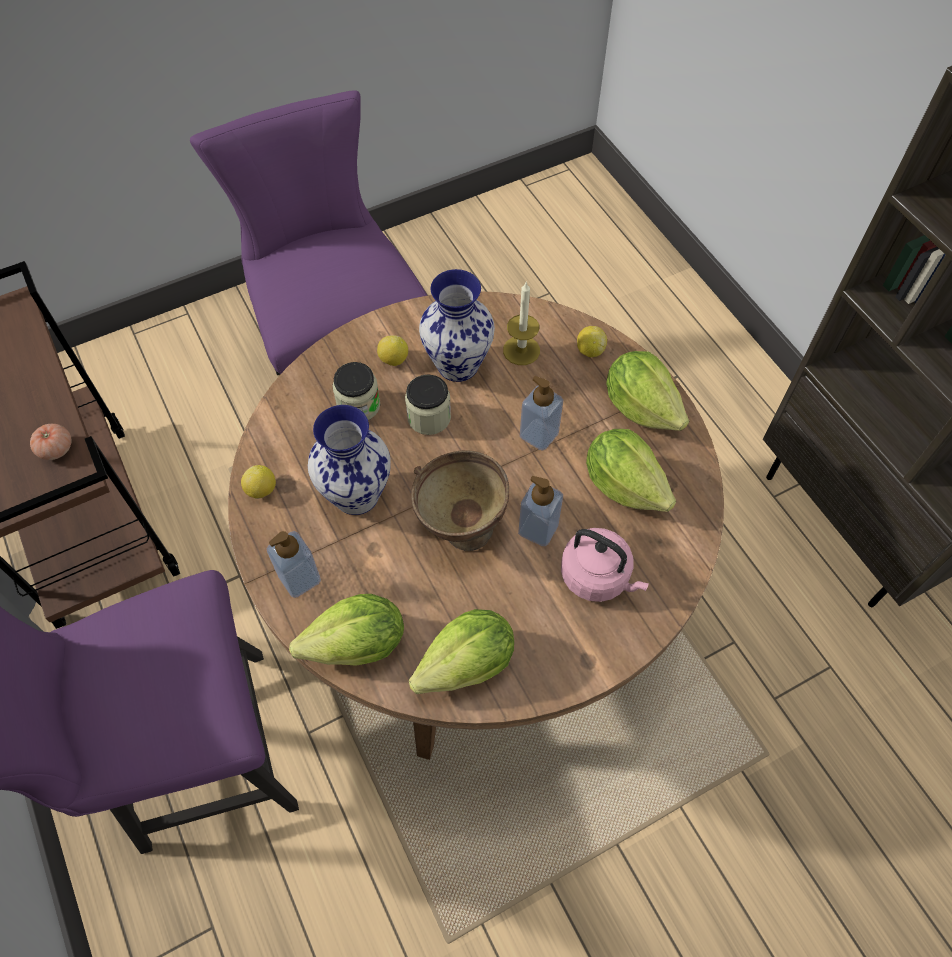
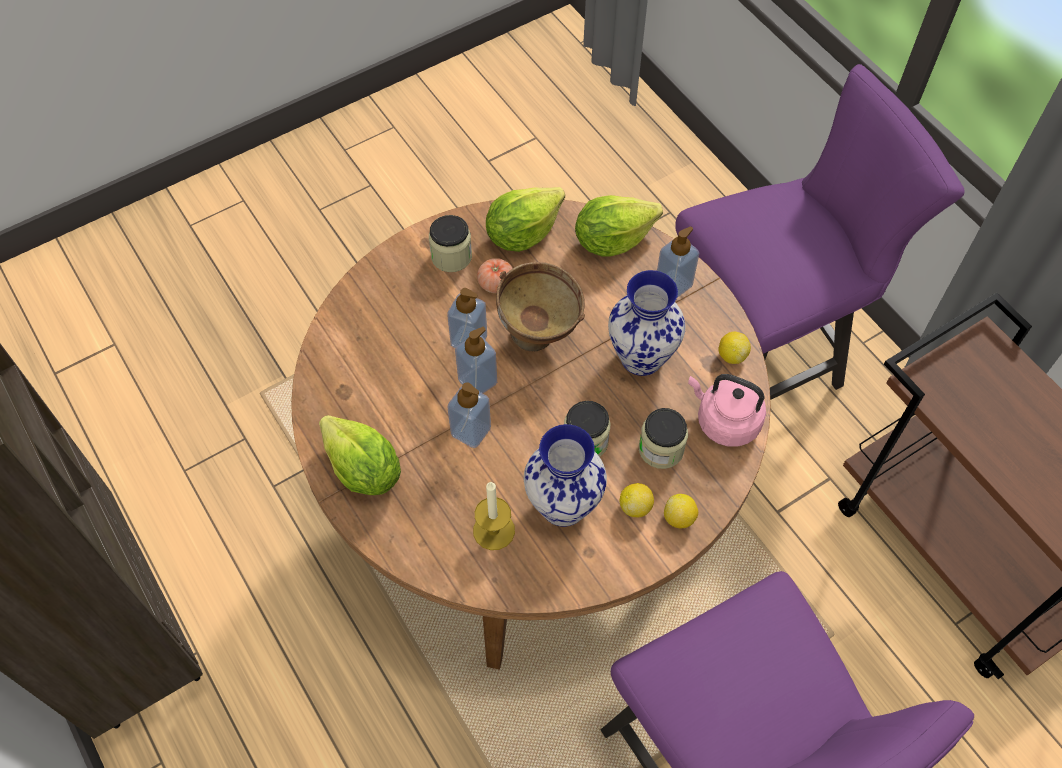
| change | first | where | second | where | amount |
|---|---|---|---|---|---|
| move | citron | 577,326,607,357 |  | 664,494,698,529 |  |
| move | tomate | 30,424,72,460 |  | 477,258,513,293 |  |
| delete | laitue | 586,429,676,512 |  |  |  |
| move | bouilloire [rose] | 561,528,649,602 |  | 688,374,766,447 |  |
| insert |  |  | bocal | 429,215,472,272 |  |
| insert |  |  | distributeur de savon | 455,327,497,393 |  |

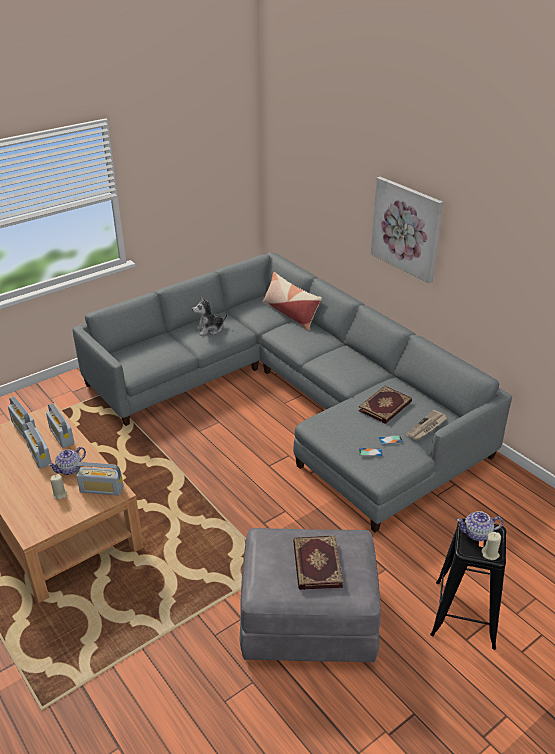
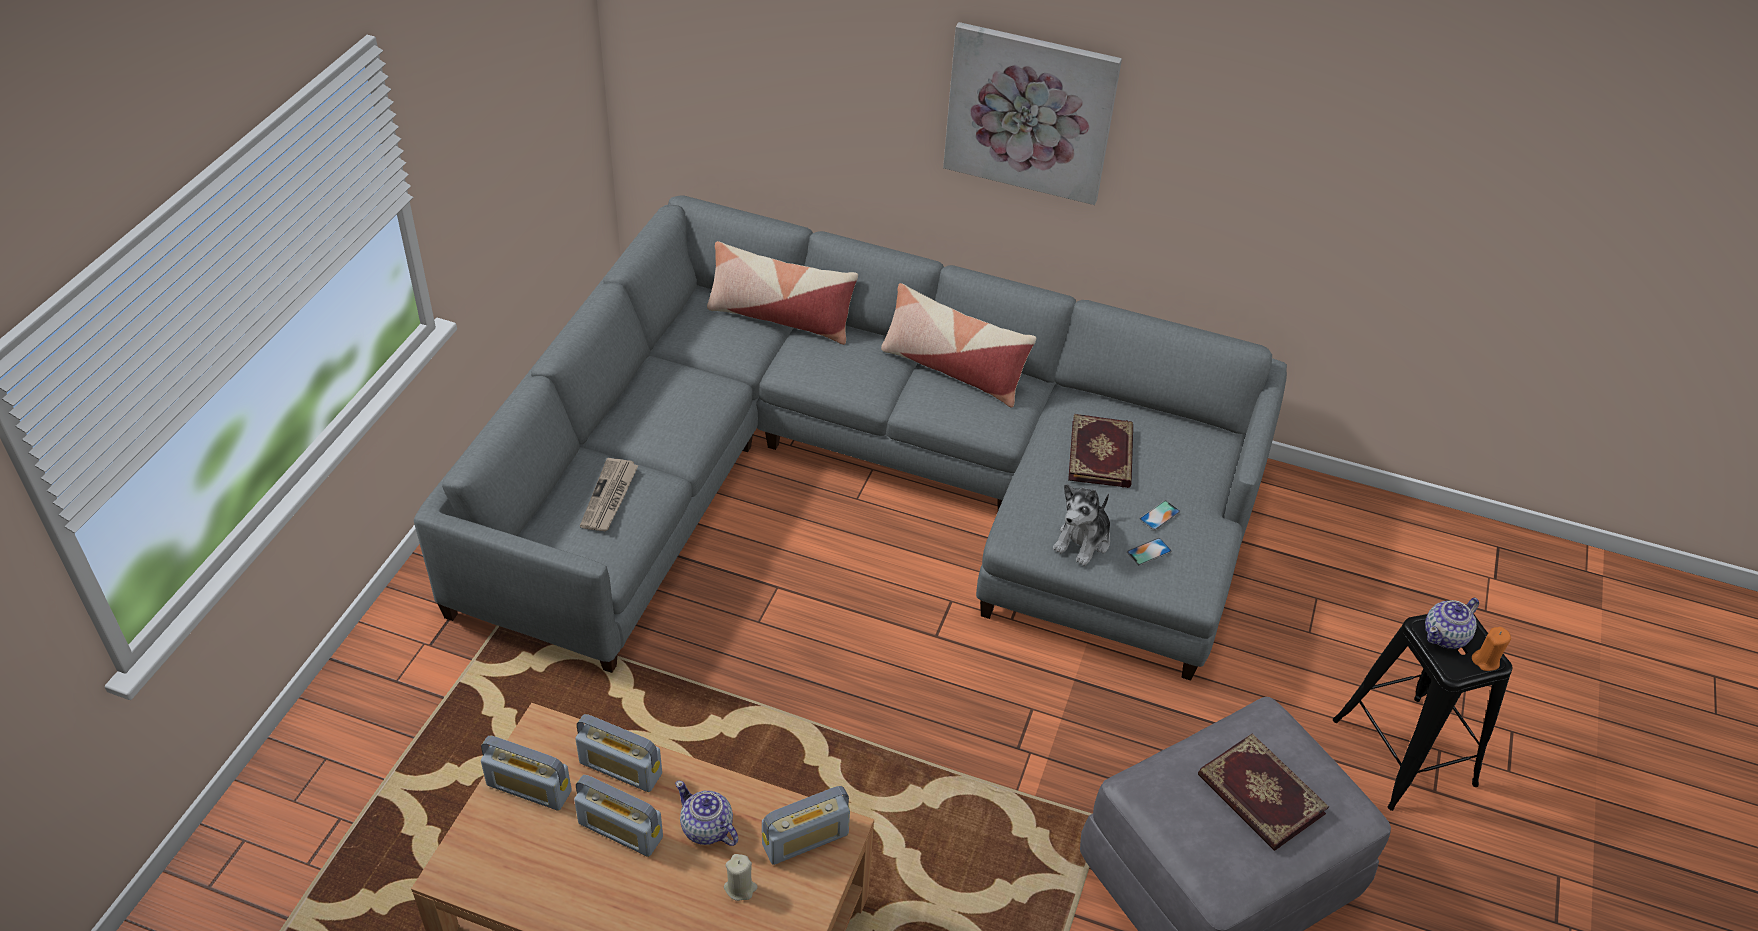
| change | first | where | second | where | amount |
|---|---|---|---|---|---|
| move | peluche | 192,297,228,336 |  | 1053,484,1110,566 |  |
| move | journal | 406,410,447,441 |  | 580,458,639,531 |  |
| rotate | théière | 48,447,86,475 |  | 675,781,738,846 | 120 degrees clockwise |
| recolor | bougie [beige] | 482,532,501,560 | bougie [orange] | 1472,627,1511,671 |  |
| insert |  |  | coussin | 881,283,1036,407 |  |

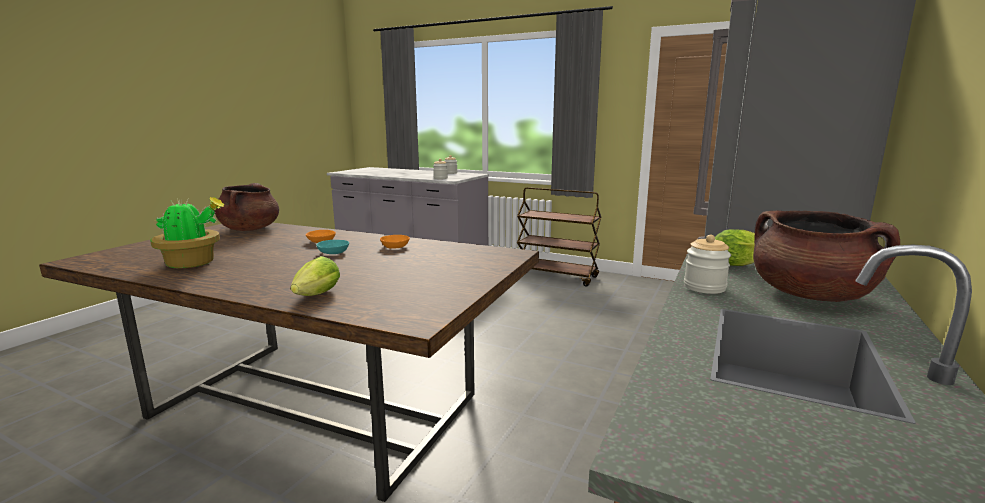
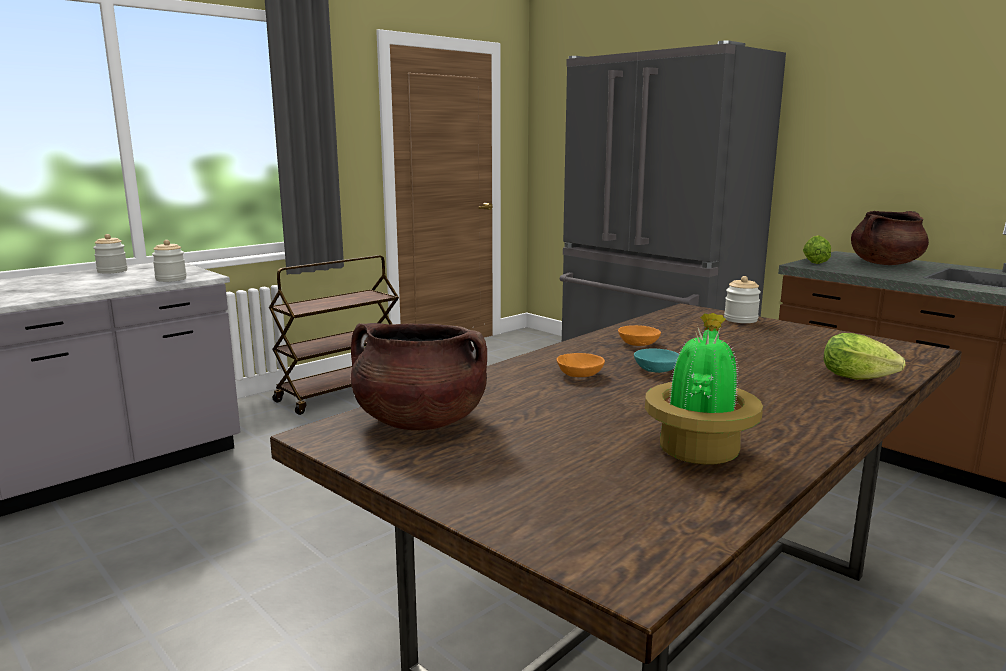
| change | first | where | second | where | amount |
|---|---|---|---|---|---|
| move | bocal | 684,235,731,294 |  | 724,276,761,323 |  |

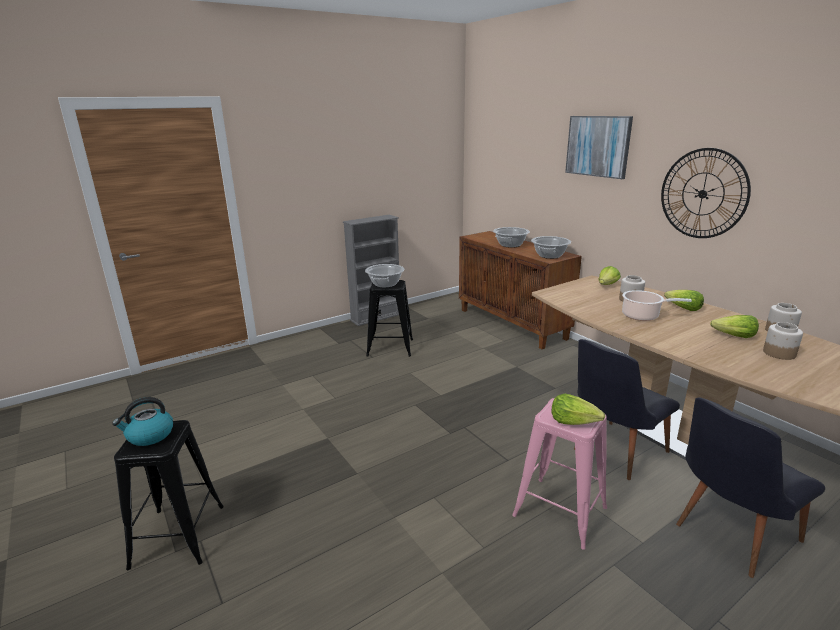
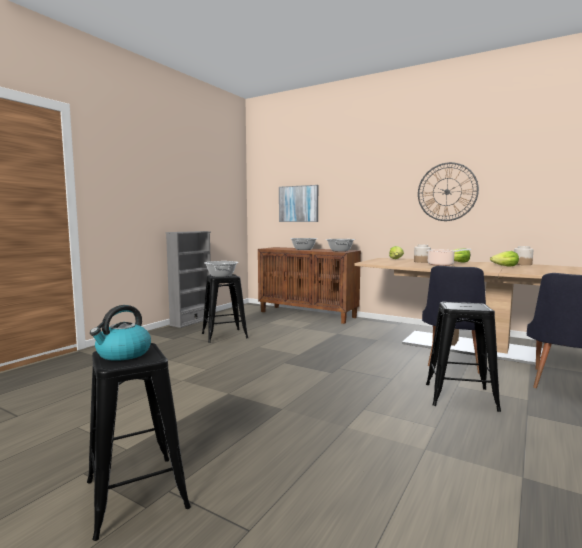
| change | first | where | second | where | amount |
|---|---|---|---|---|---|
| move | tableau | 565,116,633,179 |  | 279,185,318,222 |  |
| delete | bocal | 763,322,803,360 |  |  |  |
| delete | laitue | 552,394,605,425 |  |  |  |
| recolor | tabouret [rose] | 512,398,607,550 | tabouret [noir] | 426,302,501,412 |  |

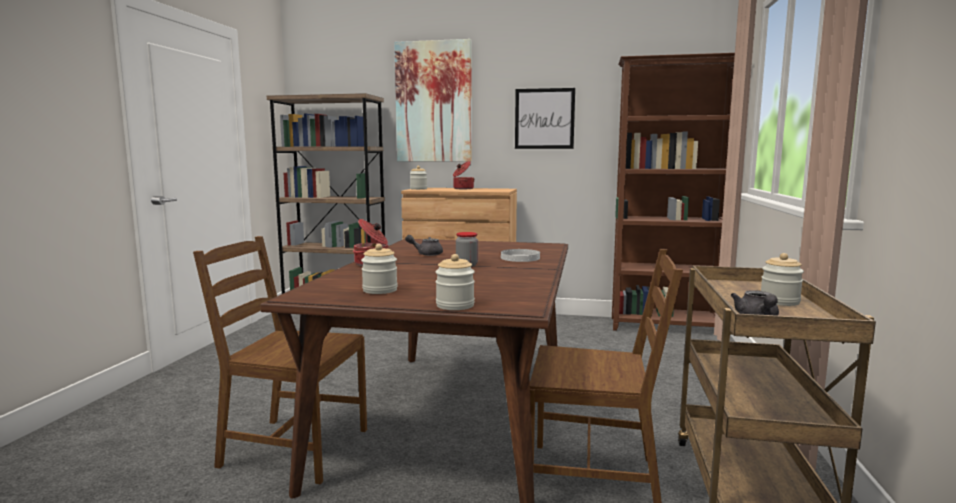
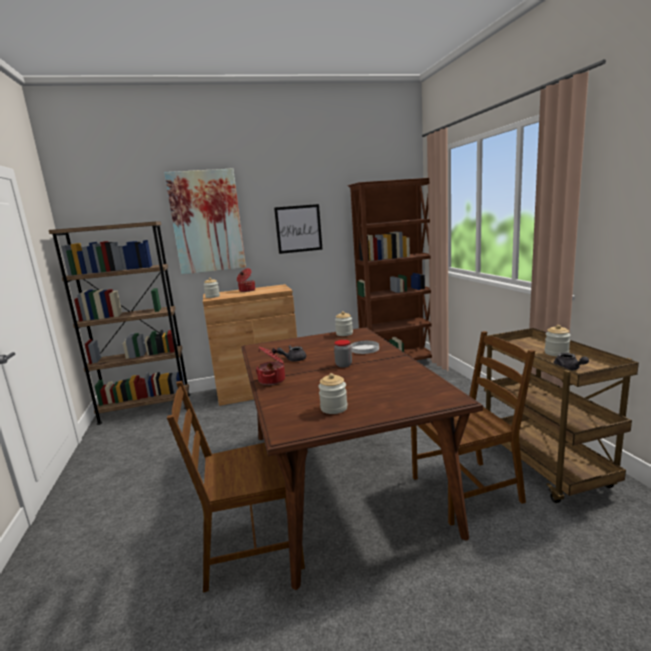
| change | first | where | second | where | amount |
|---|---|---|---|---|---|
| move | bocal | 436,254,475,310 |  | 335,311,353,336 |  |

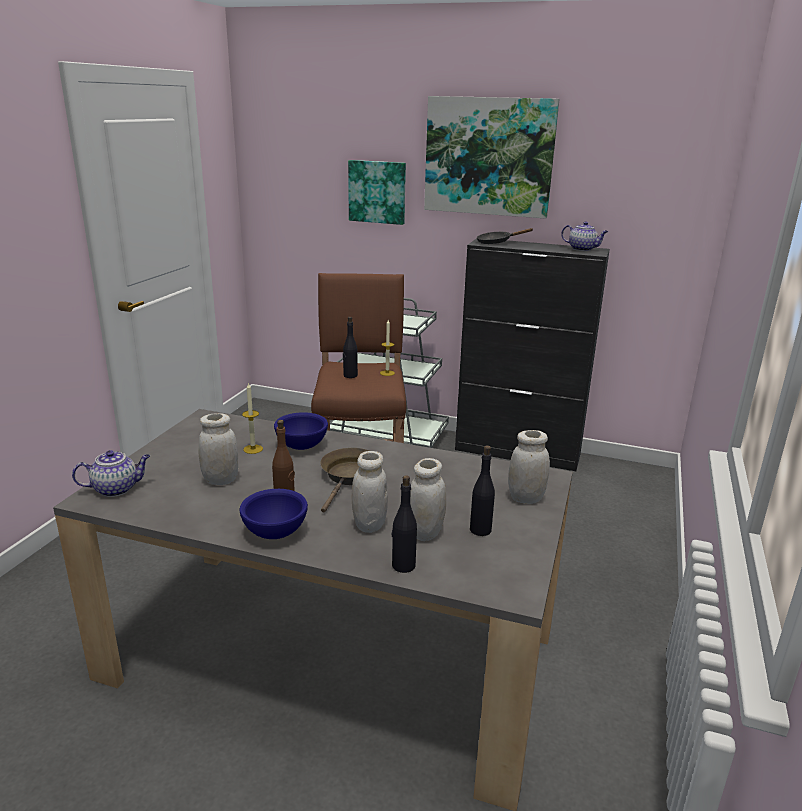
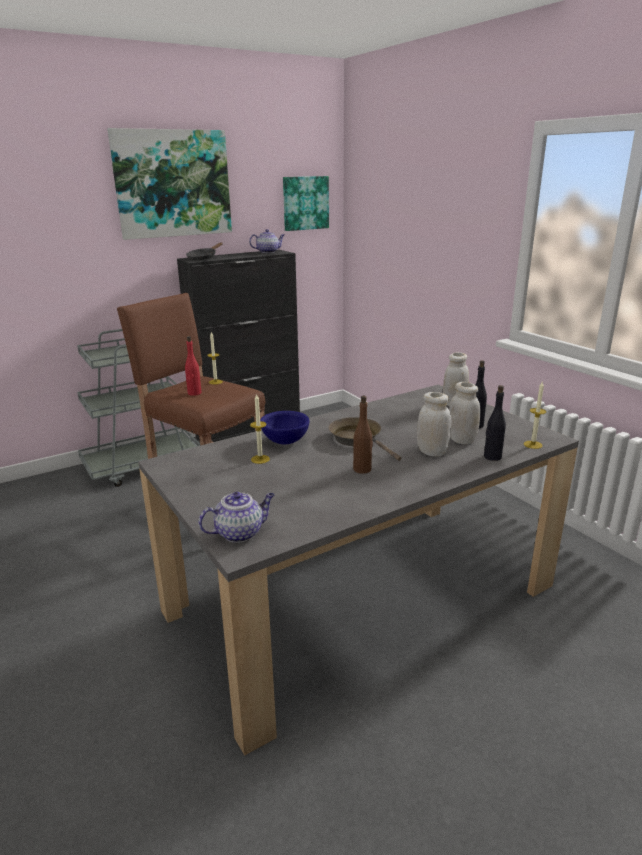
| change | first | where | second | where | amount |
|---|---|---|---|---|---|
| move | tableau | 348,160,406,225 |  | 283,176,329,231 |  |
| recolor | bouteille [noir] | 343,317,358,378 | bouteille [rouge] | 185,336,202,396 |  |
| delete | bocal [blanc] | 199,413,238,485 |  |  |  |
| rotate | théière | 72,450,150,497 |  | 198,492,275,543 | 45 degrees clockwise |
| delete | bol [bleu] | 239,489,308,539 |  |  |  |
| insert |  |  | bougie | 524,382,546,449 |  |

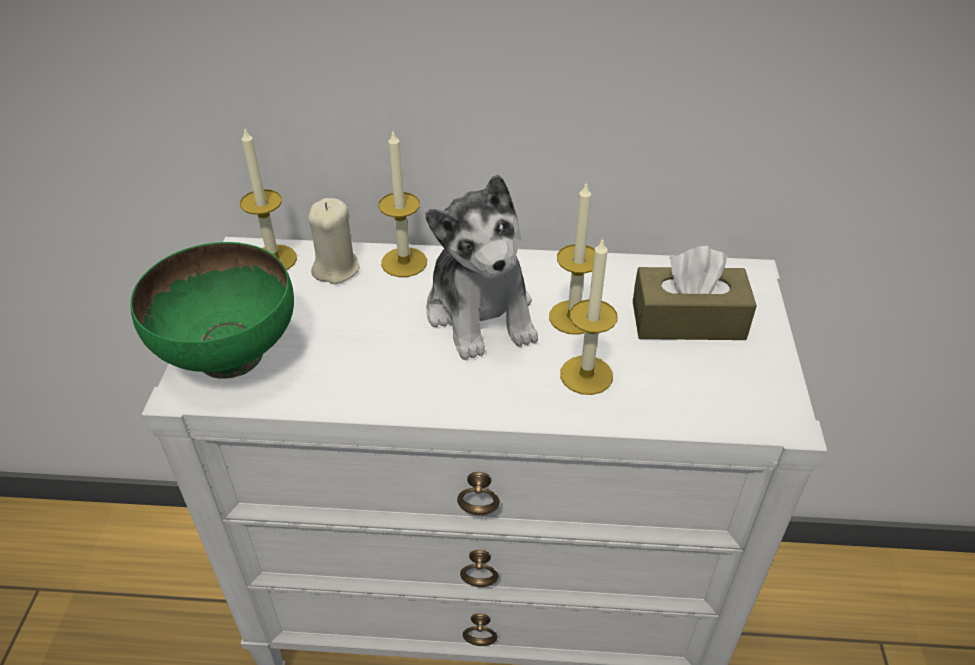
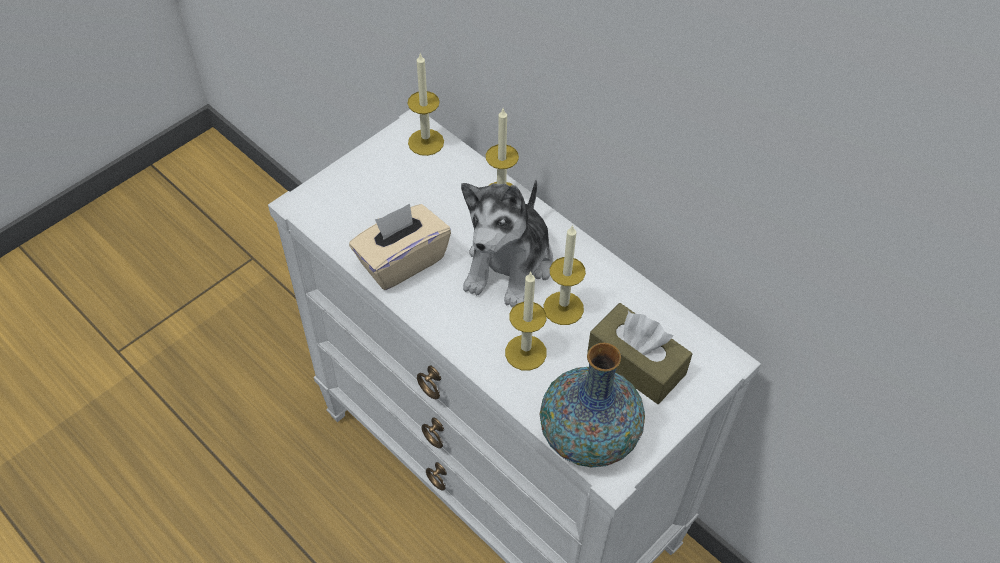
| change | first | where | second | where | amount |
|---|---|---|---|---|---|
| delete | bougie [beige] | 308,198,360,284 |  |  |  |
| delete | bol [vert] | 130,242,294,379 |  |  |  |
| insert |  |  | boîte à mouchoirs [beige] | 349,203,451,290 |  |
| insert |  |  | vase | 539,343,645,468 |  |

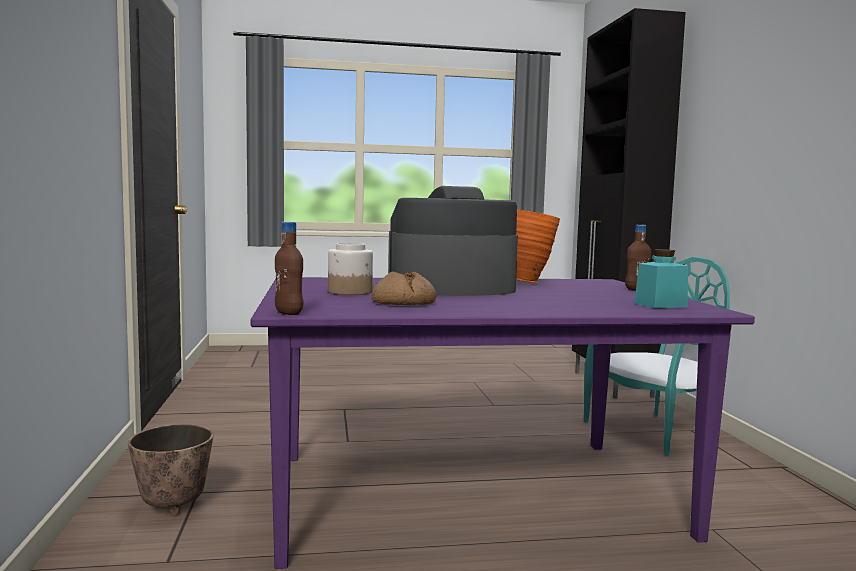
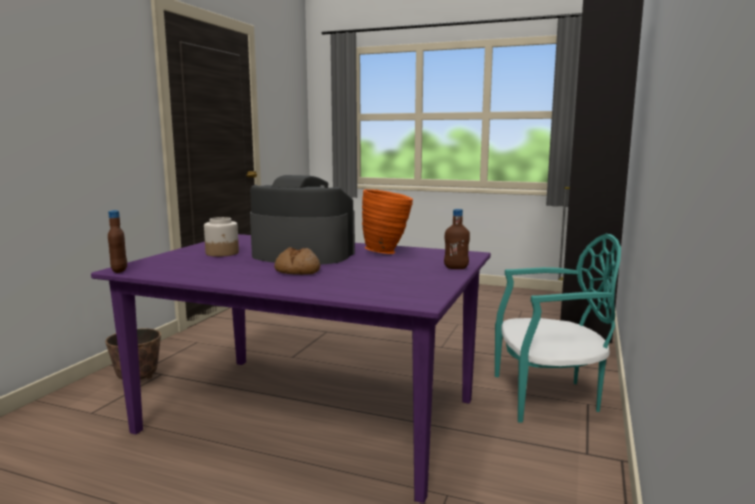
| change | first | where | second | where | amount |
|---|---|---|---|---|---|
| delete | bocal [turquoise] | 634,249,688,308 |  |  |  |
| move | pain | 372,271,436,305 |  | 274,247,320,275 |  |

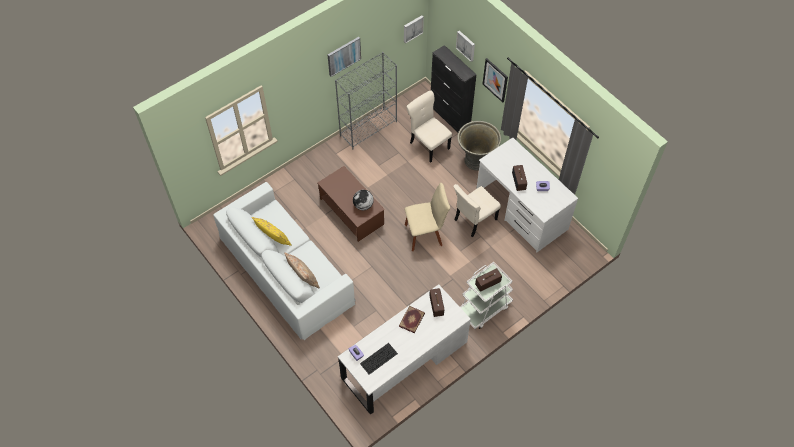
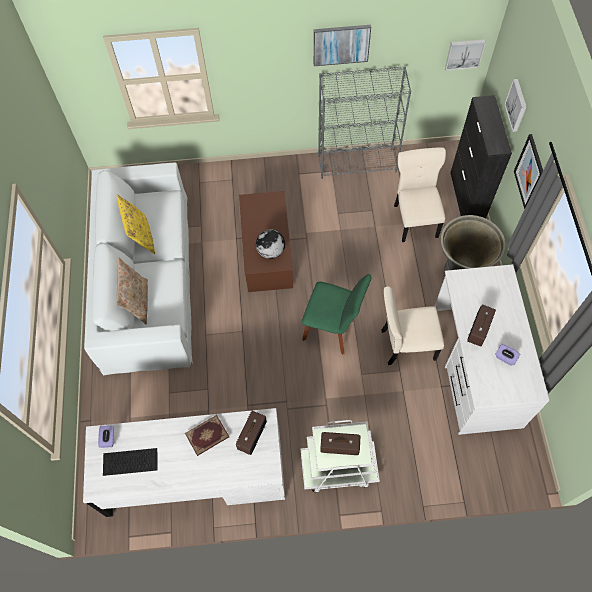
| change | first | where | second | where | amount |
|---|---|---|---|---|---|
| recolor | chaise [beige] | 405,183,450,251 | chaise [vert] | 302,274,371,355 |  |

